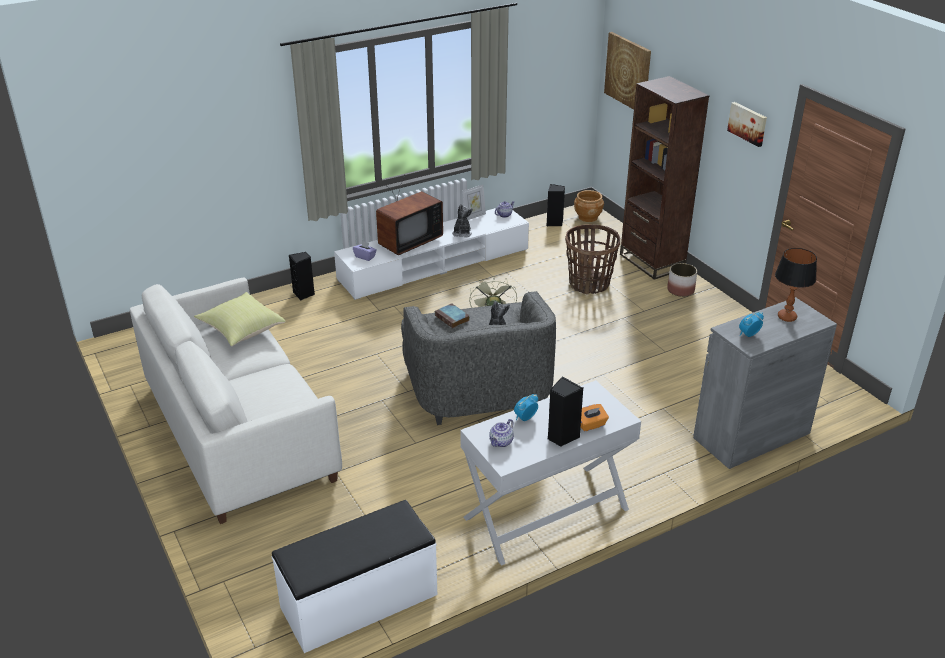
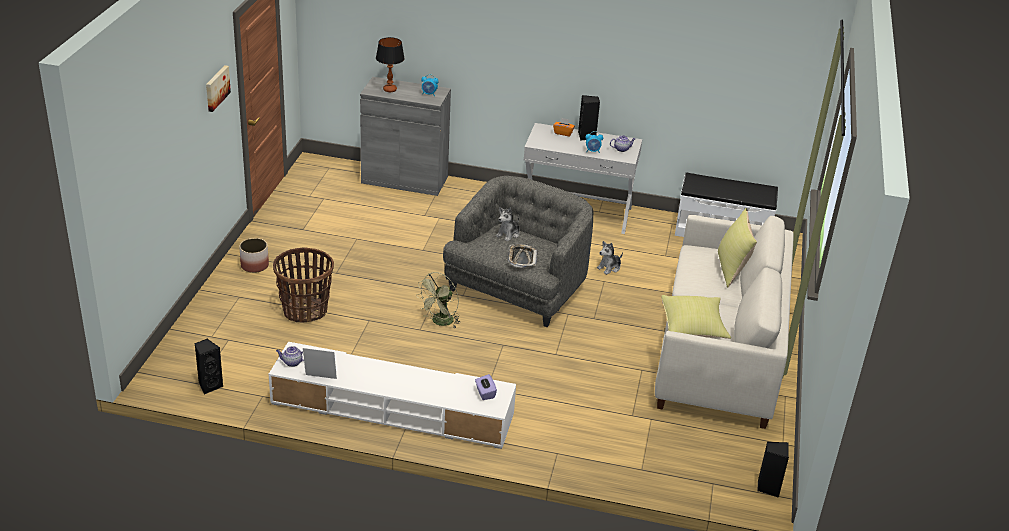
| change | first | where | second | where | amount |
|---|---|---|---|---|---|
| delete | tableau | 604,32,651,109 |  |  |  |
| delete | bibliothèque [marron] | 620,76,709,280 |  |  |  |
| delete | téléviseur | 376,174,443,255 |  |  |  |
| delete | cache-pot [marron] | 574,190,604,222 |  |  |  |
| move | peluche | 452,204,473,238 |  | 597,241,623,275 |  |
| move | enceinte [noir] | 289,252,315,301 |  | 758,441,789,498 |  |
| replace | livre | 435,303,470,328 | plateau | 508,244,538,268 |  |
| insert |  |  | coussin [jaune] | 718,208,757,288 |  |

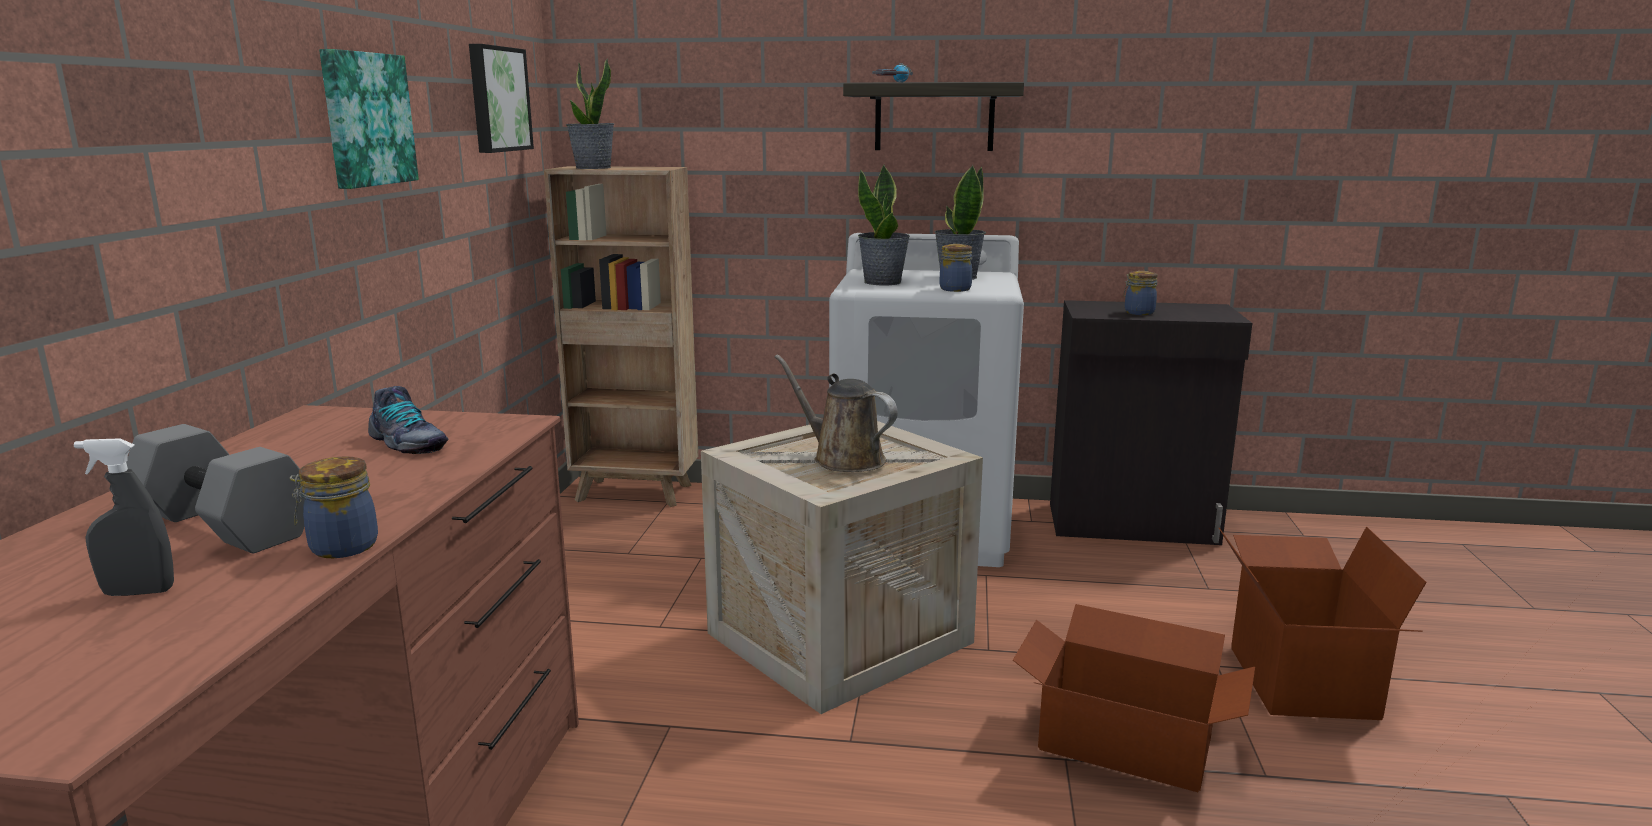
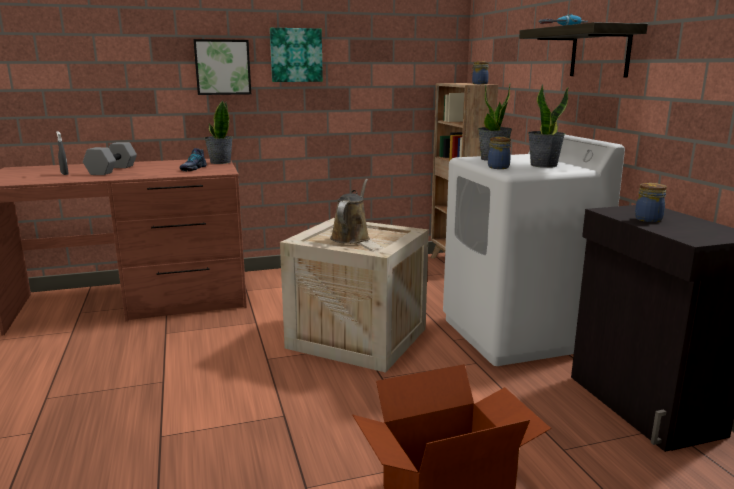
| change | first | where | second | where | amount |
|---|---|---|---|---|---|
| move | tableau | 469,44,534,153 |  | 193,39,251,95 |  |
| move | plante en pot | 566,59,614,169 |  | 204,100,233,164 |  |
| move | bocal | 290,456,378,558 |  | 471,61,489,84 |  |
| delete | carton | 1013,604,1255,792 |  |  |  |

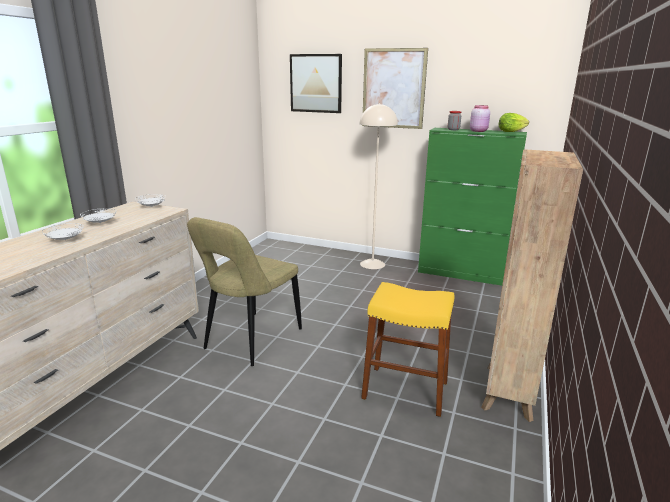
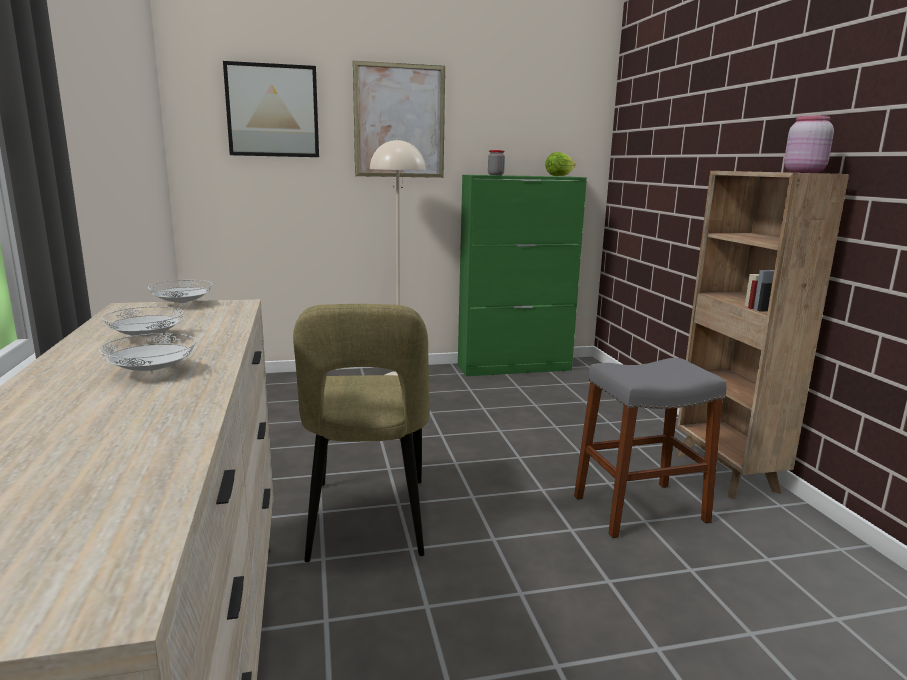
| change | first | where | second | where | amount |
|---|---|---|---|---|---|
| move | bocal [rose] | 470,105,490,132 |  | 784,115,834,173 |  |
| recolor | tabouret [jaune] | 361,282,454,417 | tabouret [gris] | 574,358,727,538 |  |

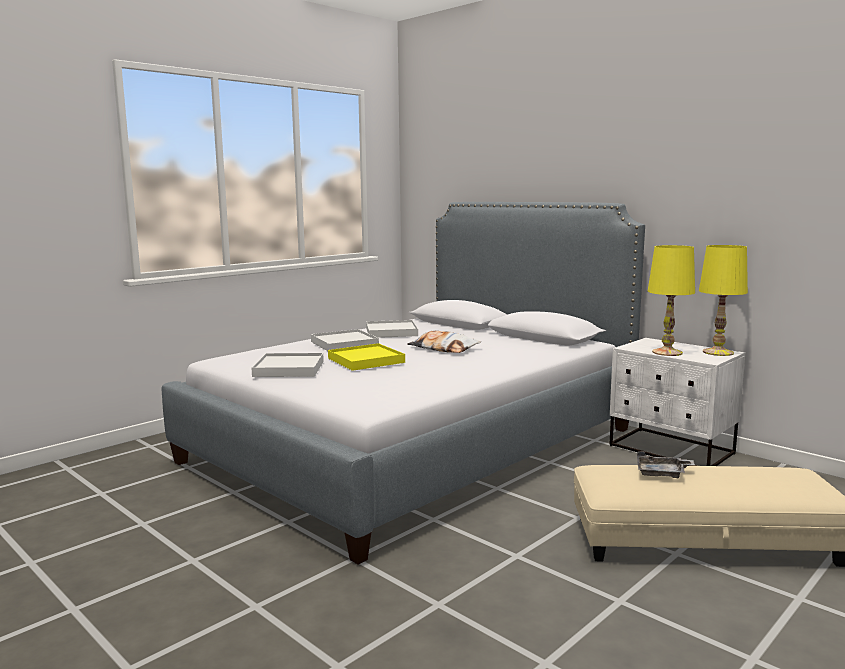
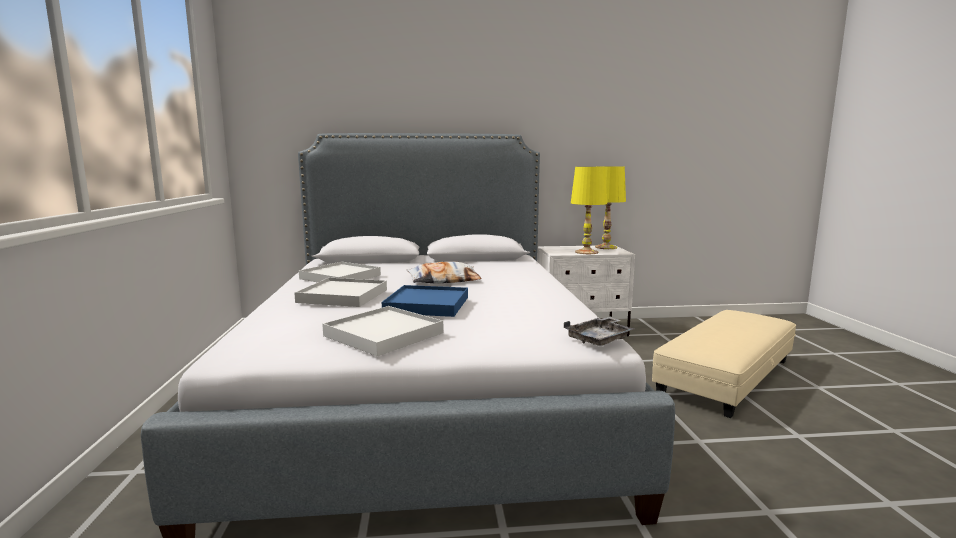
| change | first | where | second | where | amount |
|---|---|---|---|---|---|
| recolor | plateau [jaune] | 328,343,405,371 | plateau [bleu] | 382,285,468,317 |  |
| move | plateau [gris] | 637,451,695,478 |  | 564,317,634,346 |  |

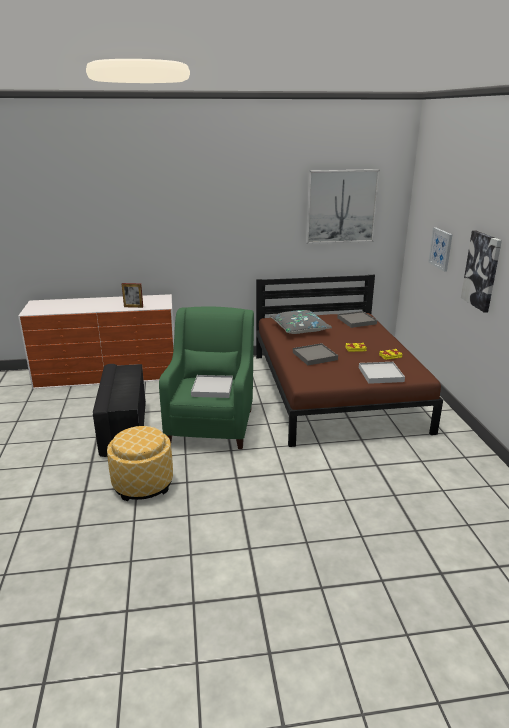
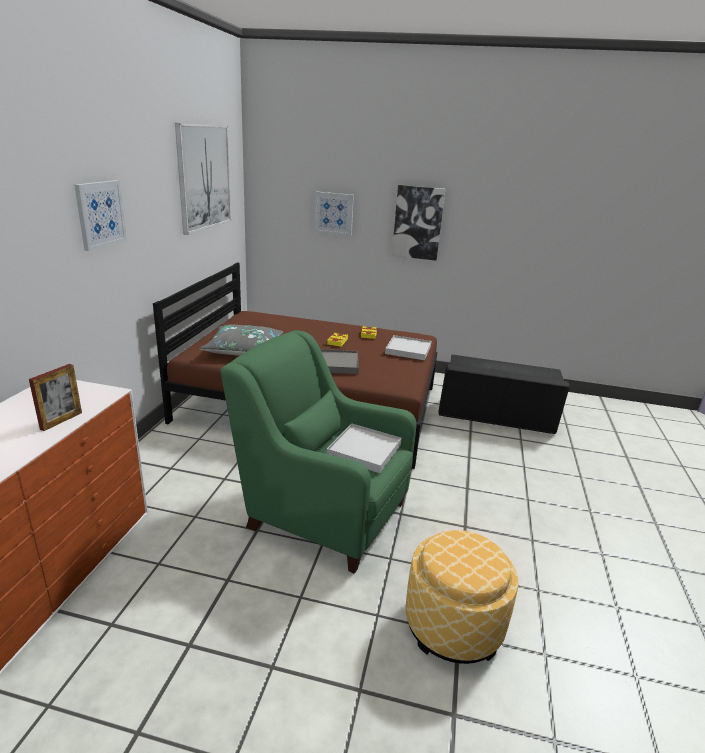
| change | first | where | second | where | amount |
|---|---|---|---|---|---|
| delete | plateau [gris] | 337,311,377,328 |  |  |  |
| move | pouf [noir] | 93,364,146,457 |  | 438,354,570,434 |  |
| insert |  |  | tableau | 74,180,127,251 |  |

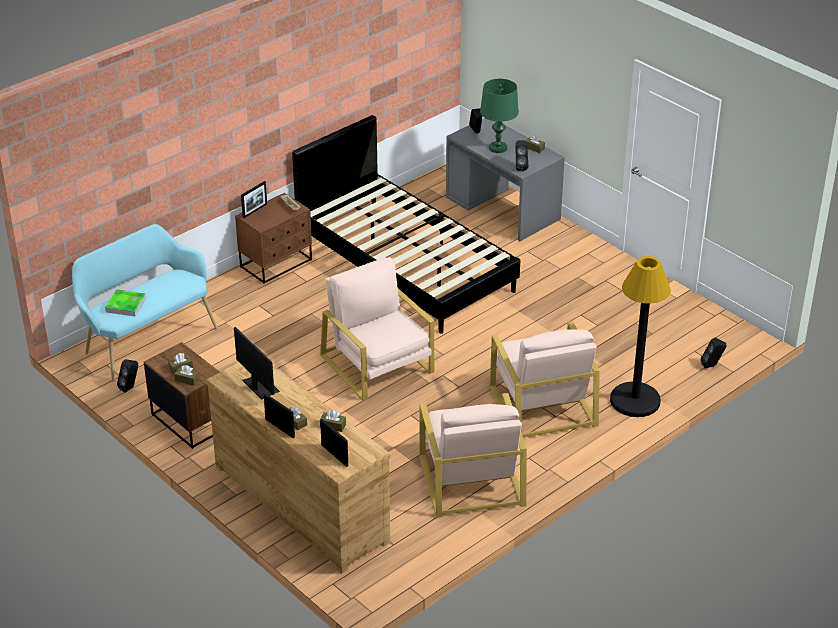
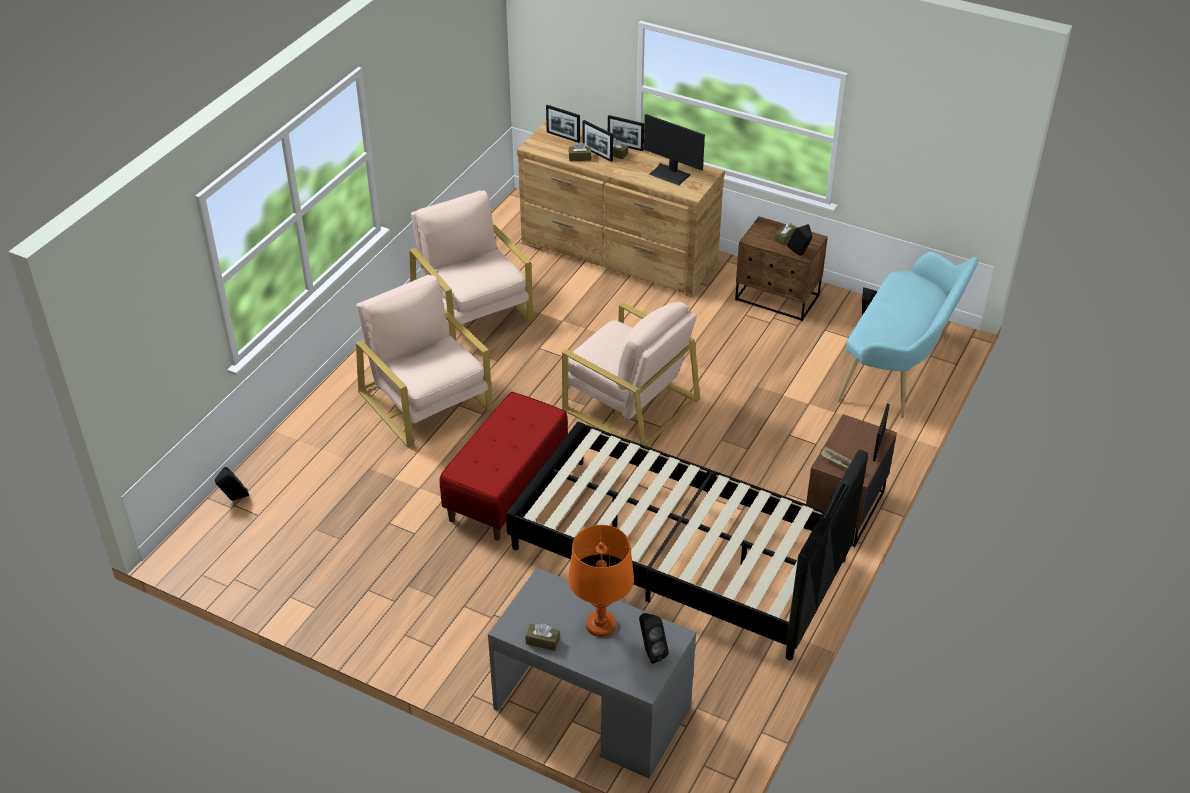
| change | first | where | second | where | amount |
|---|---|---|---|---|---|
| recolor | lampe de table [vert] | 480,79,519,153 | lampe de table [orange] | 568,525,634,637 |  |
| move | enceinte [noir] | 516,140,528,171 |  | 787,224,812,256 |  |
| delete | lampadaire [noir] | 610,256,671,417 |  |  |  |
| delete | plateau | 105,289,146,316 |  |  |  |
| delete | boîte à mouchoirs [marron] | 174,365,199,386 |  |  |  |
| insert |  |  | cadre photo | 583,120,613,162 |  |
| insert |  |  | banc [rouge] | 440,392,568,541 |  |

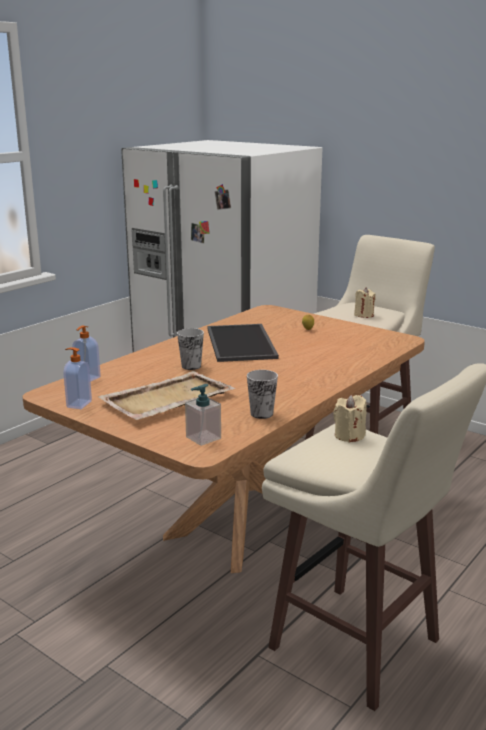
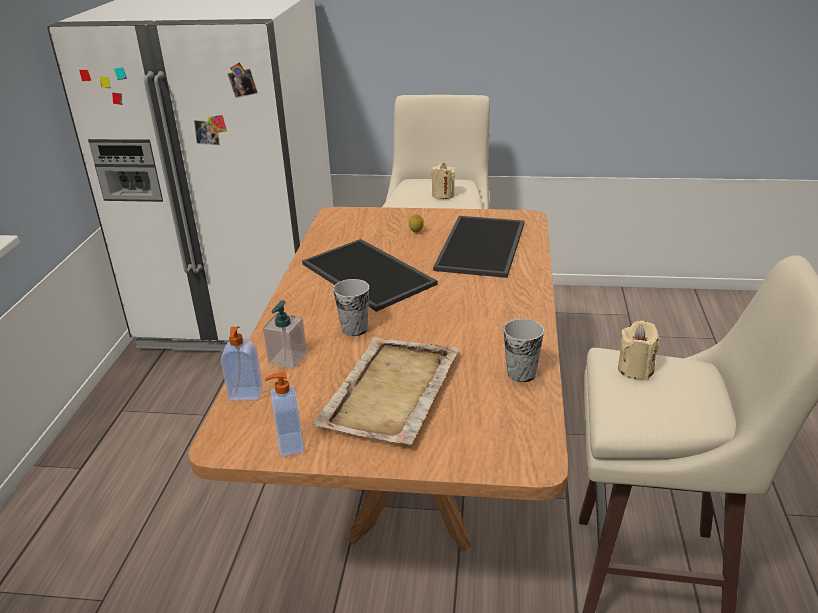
| change | first | where | second | where | amount |
|---|---|---|---|---|---|
| move | distributeur de savon | 185,384,221,446 |  | 263,300,307,369 |  |
| insert |  |  | plateau | 433,216,524,278 |  |

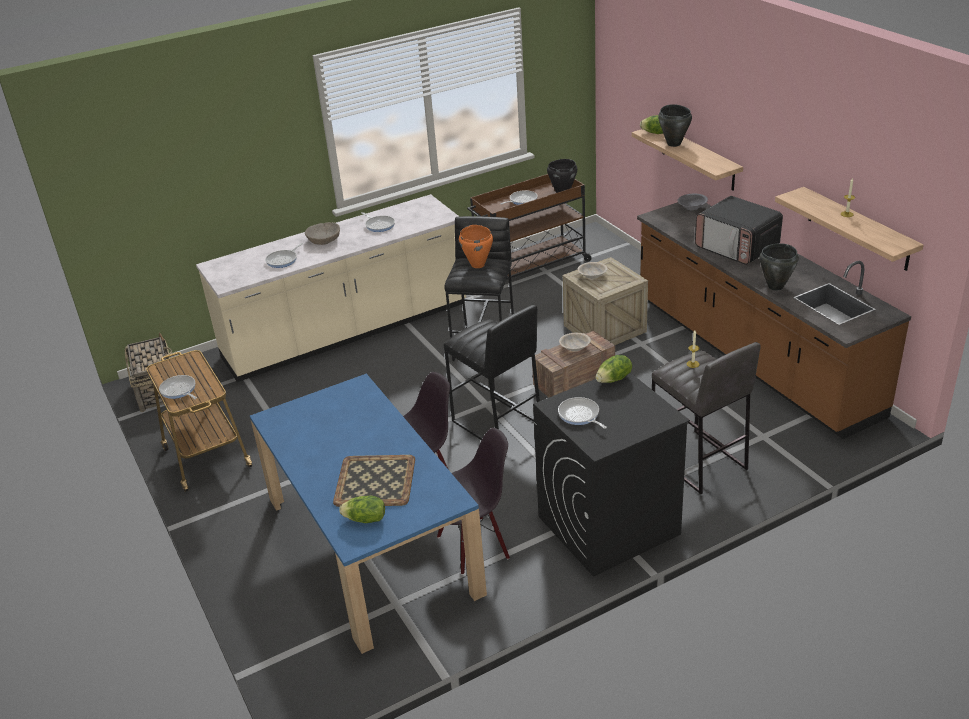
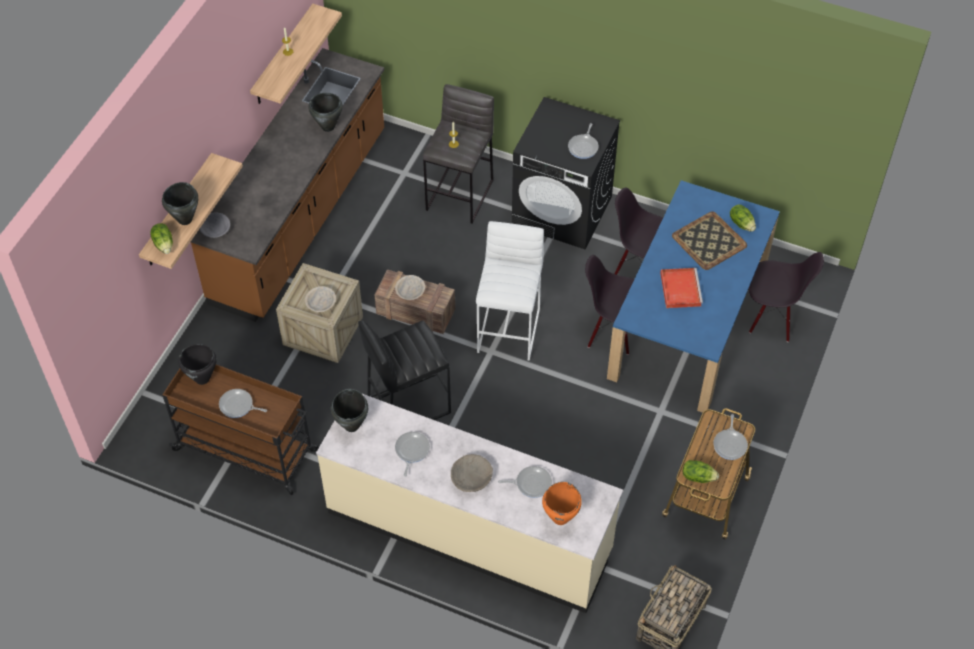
| change | first | where | second | where | amount |
|---|---|---|---|---|---|
| delete | micro-ondes | 695,196,783,265 |  |  |  |
| move | marmite [orange] | 459,225,493,268 |  | 542,482,582,525 |  |
| recolor | tabouret [noir] | 444,305,540,440 | tabouret [blanc] | 476,221,544,361 |  |
| move | laitue | 595,355,632,383 |  | 683,460,719,483 |  |
| insert |  |  | chaise [noir] | 749,252,824,342 |  |
| insert |  |  | plateau [rouge] | 660,268,703,308 |  |
| insert |  |  | marmite [noir] | 331,389,368,432 |  |

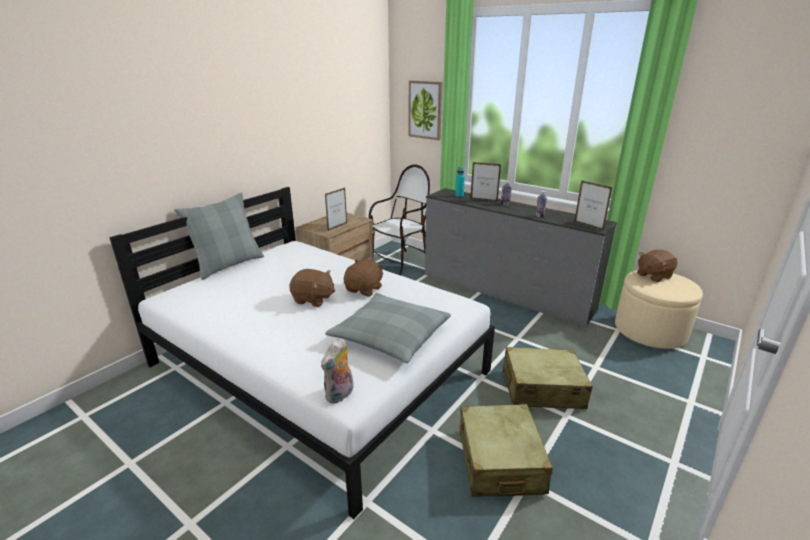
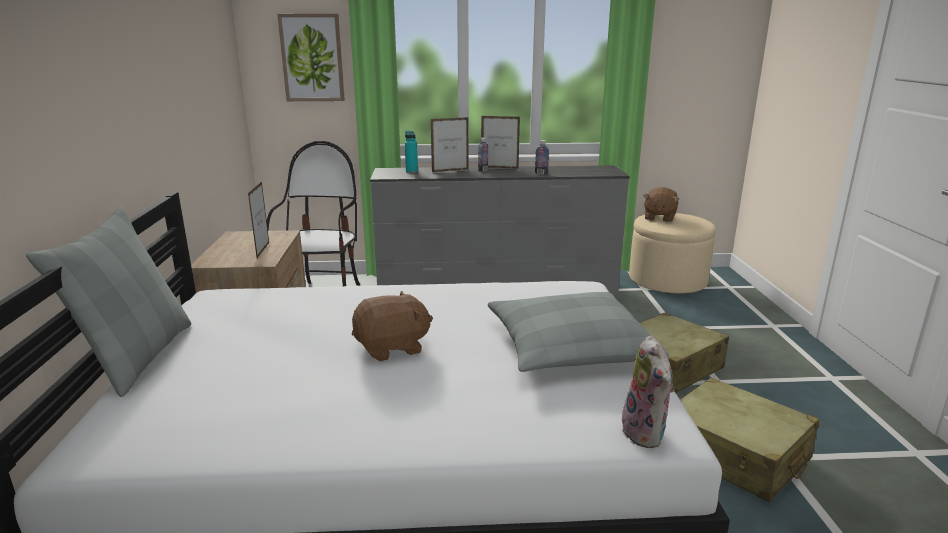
| change | first | where | second | where | amount |
|---|---|---|---|---|---|
| move | cadre photo | 574,180,612,230 |  | 481,116,520,169 |  |
| delete | peluche [marron] | 344,259,384,296 |  |  |  |

